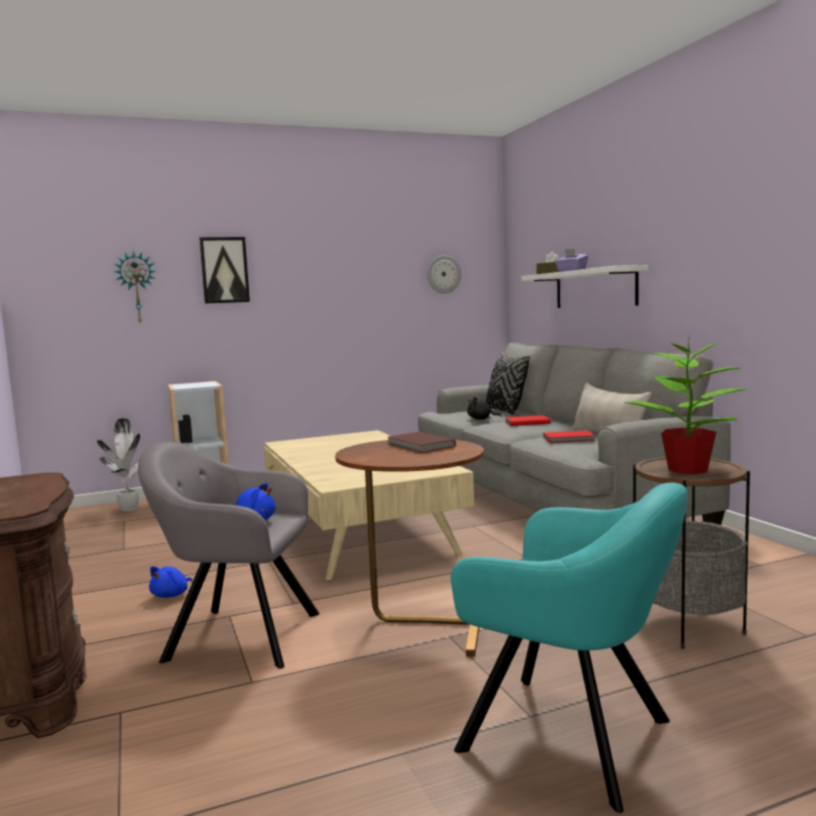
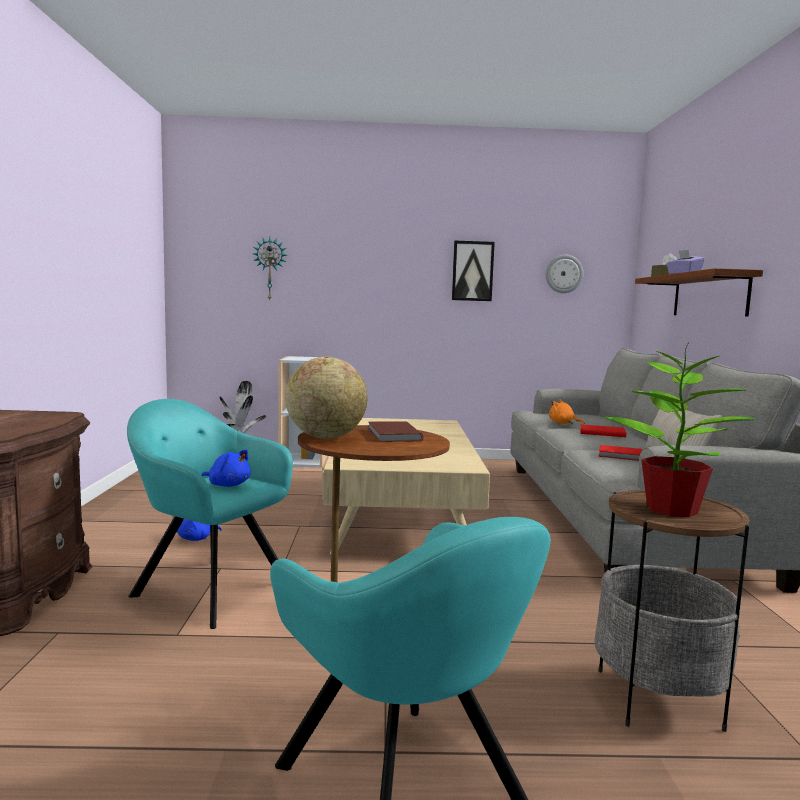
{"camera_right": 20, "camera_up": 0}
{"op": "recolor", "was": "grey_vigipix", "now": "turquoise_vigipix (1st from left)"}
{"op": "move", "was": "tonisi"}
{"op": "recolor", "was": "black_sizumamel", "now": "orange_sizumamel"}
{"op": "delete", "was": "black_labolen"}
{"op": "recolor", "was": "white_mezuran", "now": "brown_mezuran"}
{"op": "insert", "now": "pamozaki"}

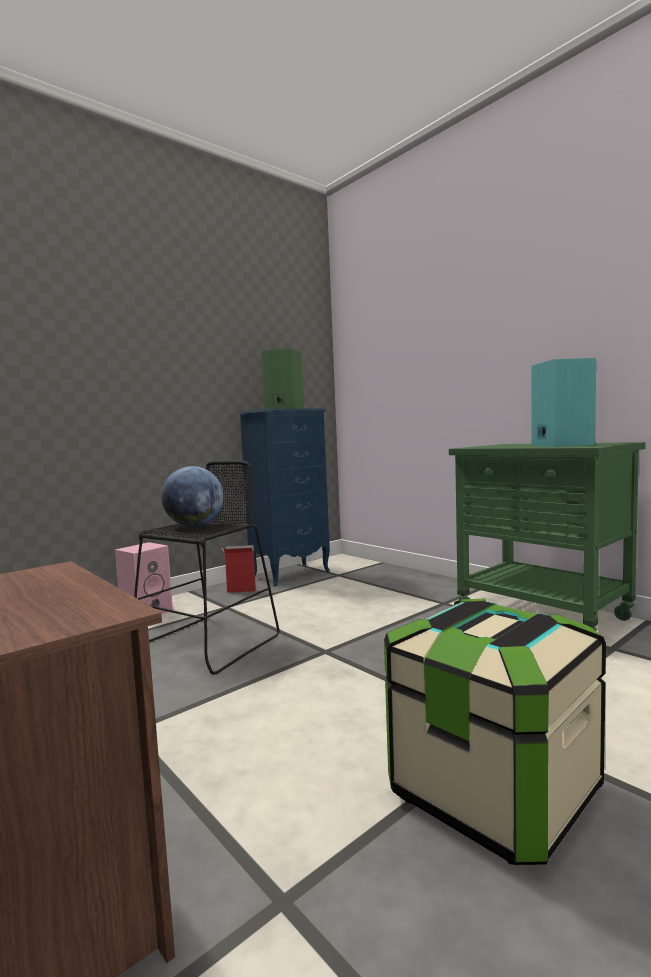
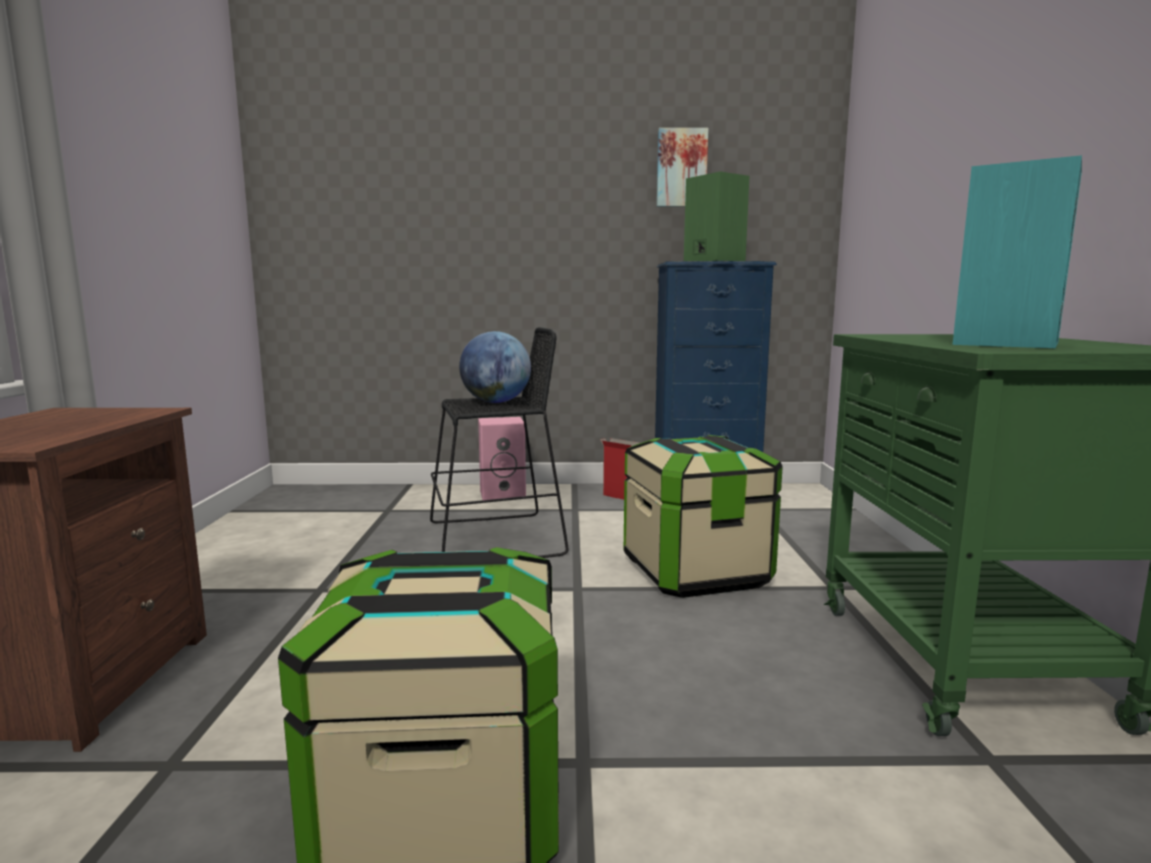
{"camera_right": 40, "camera_up": 5}
{"op": "insert", "now": "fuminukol (2nd from left)"}
{"op": "insert", "now": "tonisi"}

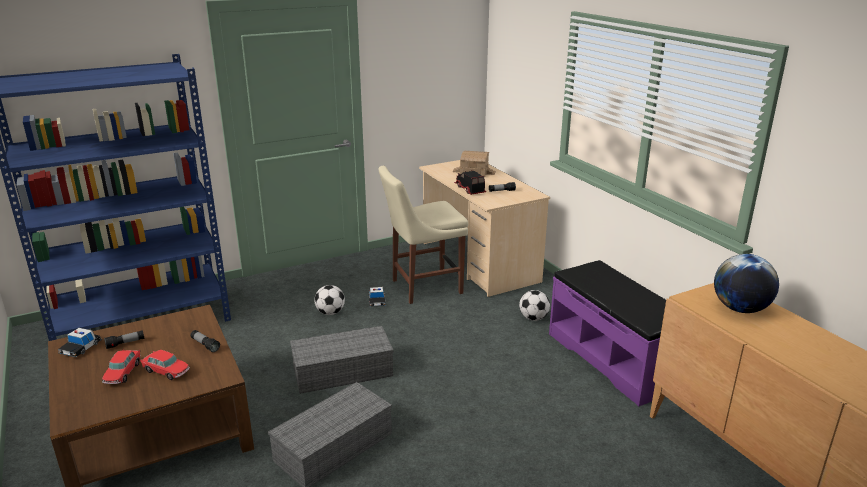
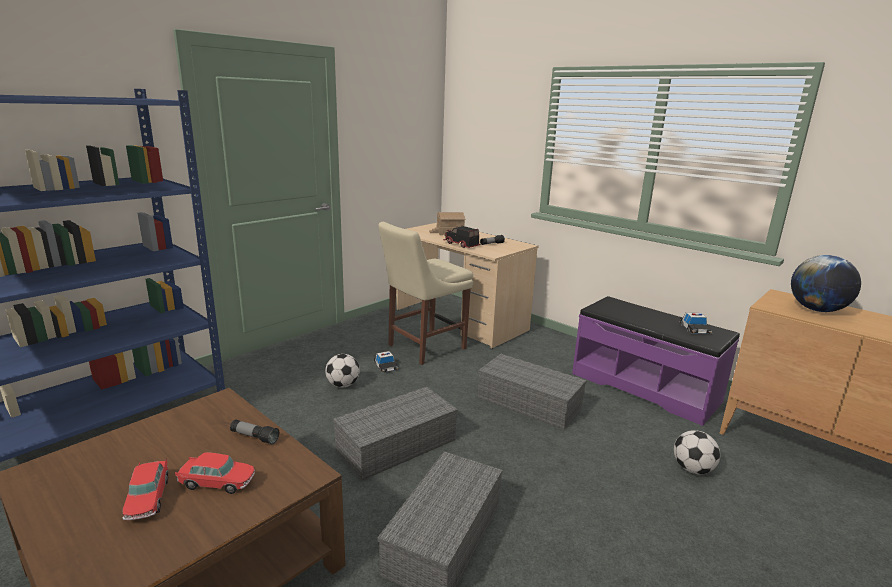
{"camera_right": -20, "camera_up": -5}
{"op": "move", "was": "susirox (1st from left in the first image)", "now": "susirox (4th from left)"}
{"op": "delete", "was": "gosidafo (1st from left)"}
{"op": "move", "was": "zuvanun (2nd from left)"}
{"op": "insert", "now": "grey_fuminukol (3rd from left)"}

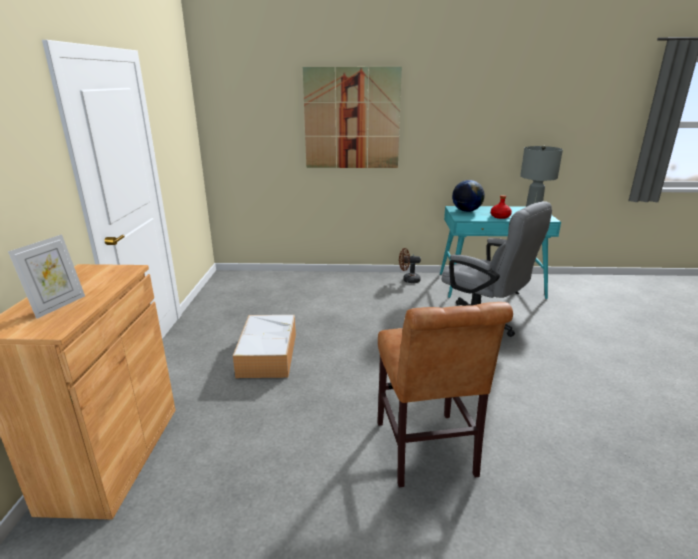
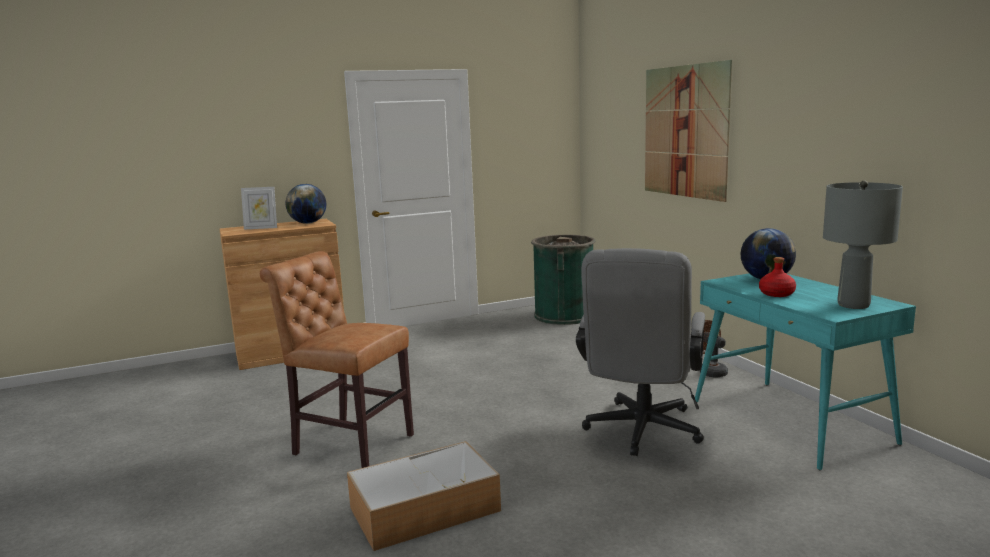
{"camera_right": 65, "camera_up": -10}
{"op": "move", "was": "fuminukol"}
{"op": "rotate", "was": "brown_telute", "clockwise": 60}
{"op": "insert", "now": "pamozaki (1st from left)"}
{"op": "insert", "now": "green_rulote"}

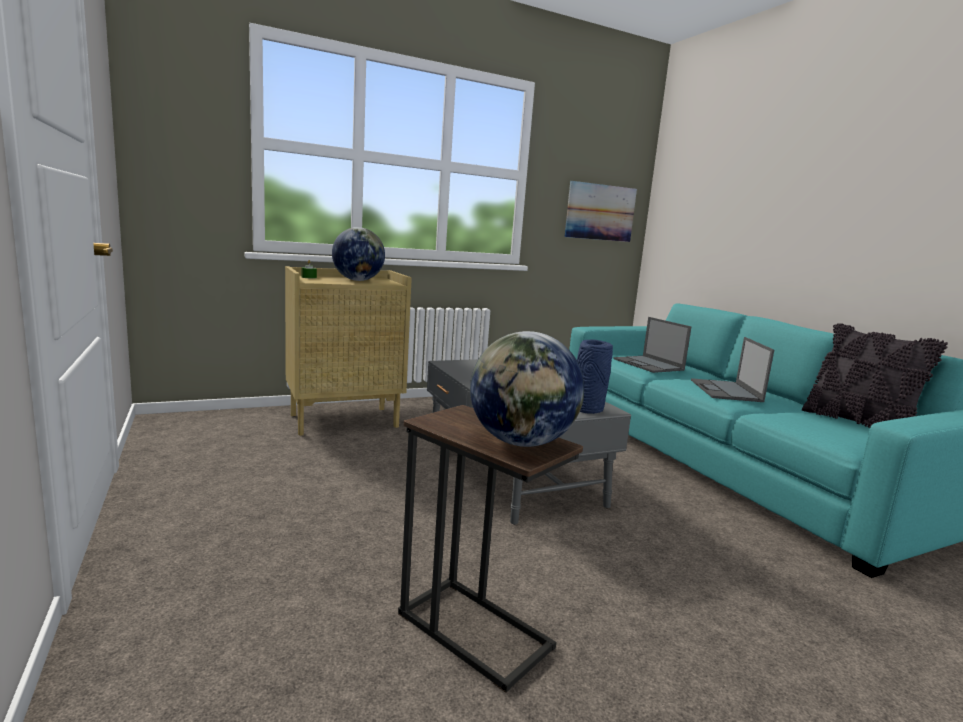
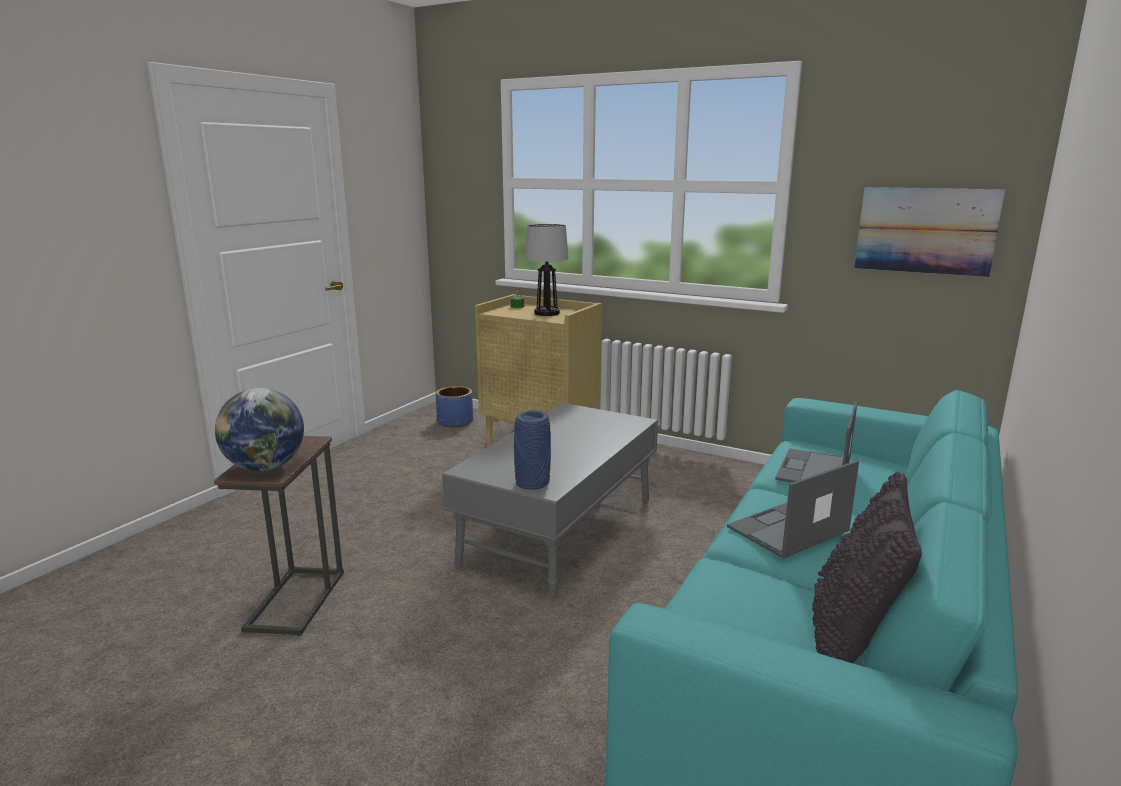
{"camera_right": 55, "camera_up": 5}
{"op": "replace", "was": "pamozaki (1st from left)", "now": "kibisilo"}
{"op": "insert", "now": "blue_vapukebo"}

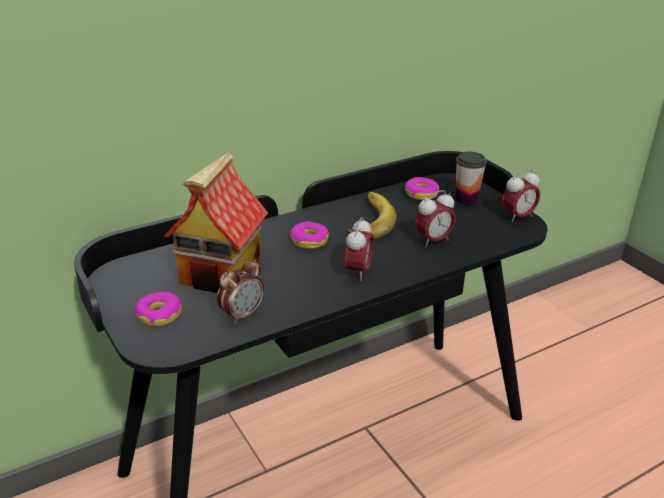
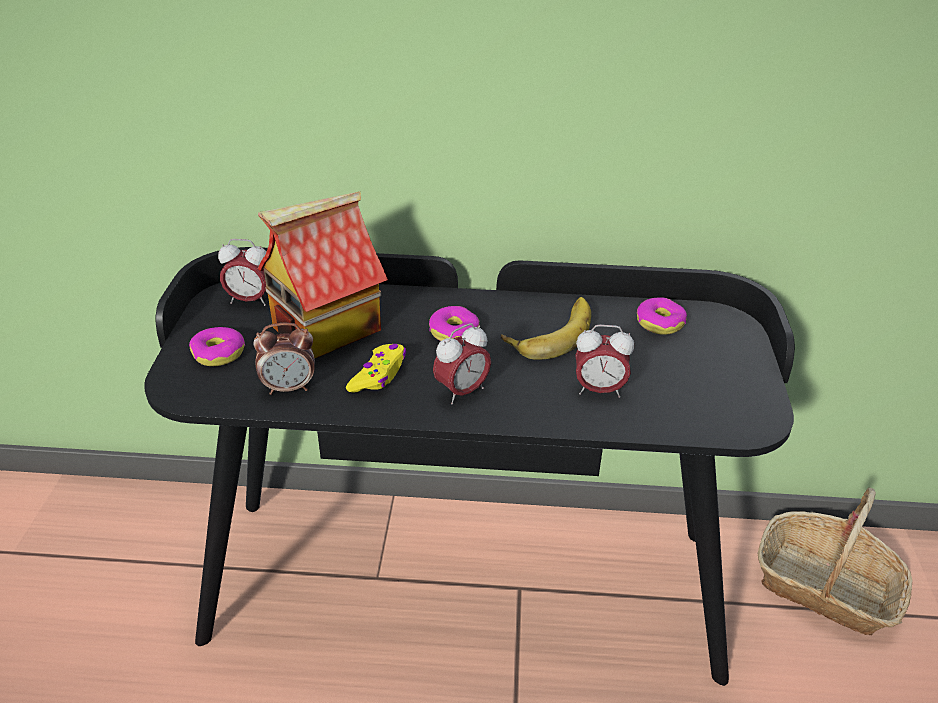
{"camera_right": 35, "camera_up": 5}
{"op": "delete", "was": "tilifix"}
{"op": "move", "was": "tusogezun (4th from left in the first image)", "now": "tusogezun (1st from left)"}
{"op": "insert", "now": "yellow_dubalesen"}
{"op": "insert", "now": "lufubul"}

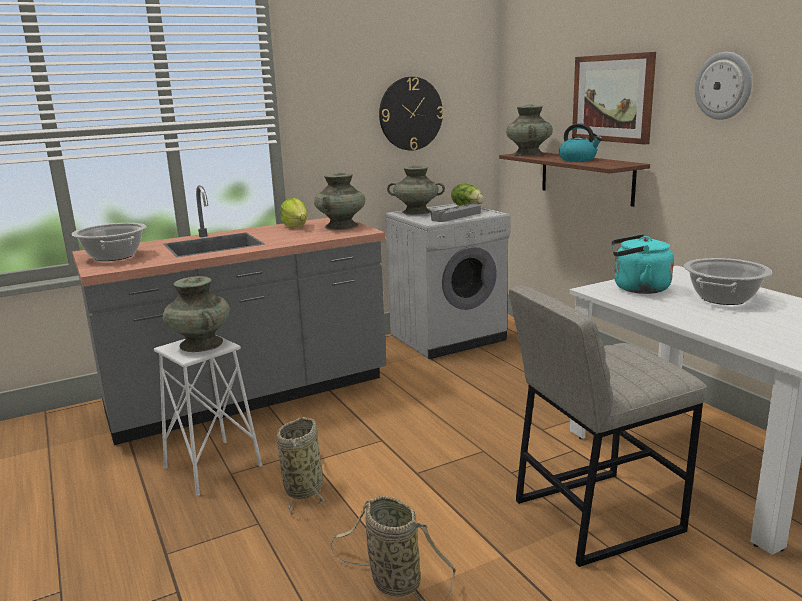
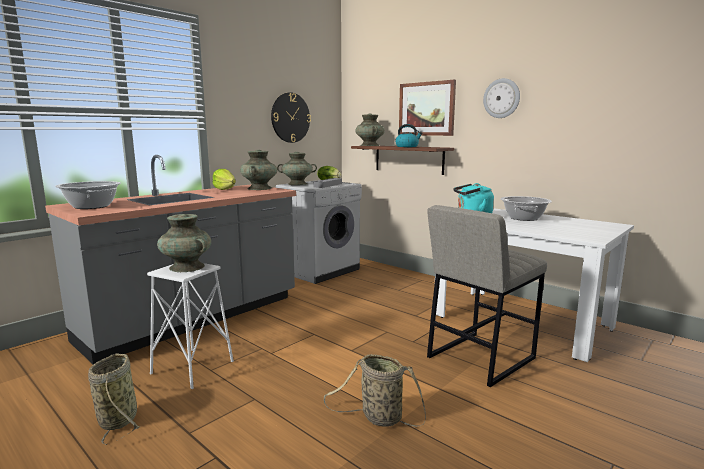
{"camera_right": -20, "camera_up": -5}
{"op": "move", "was": "lufubul (1st from left)"}

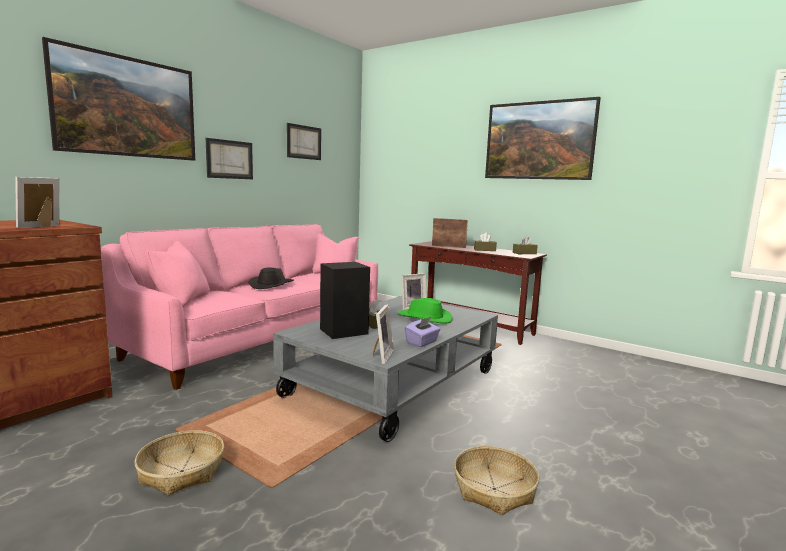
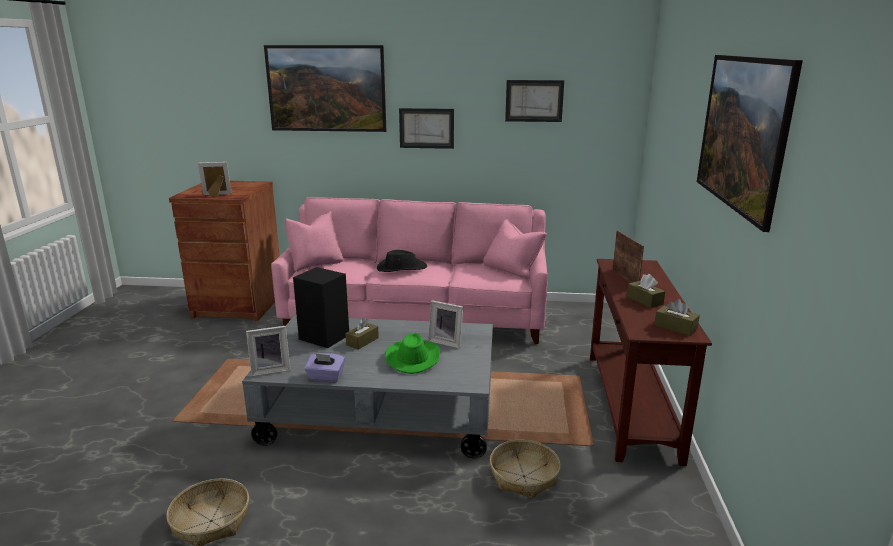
{"camera_right": 60, "camera_up": 10}
{"op": "move", "was": "lufubul (1st from left in the first image)", "now": "lufubul (2nd from left)"}

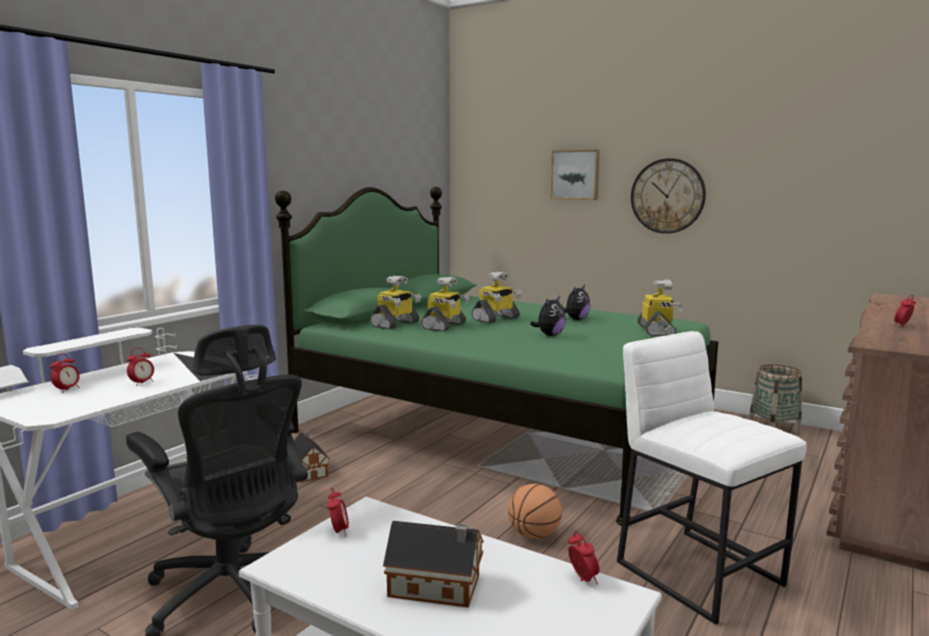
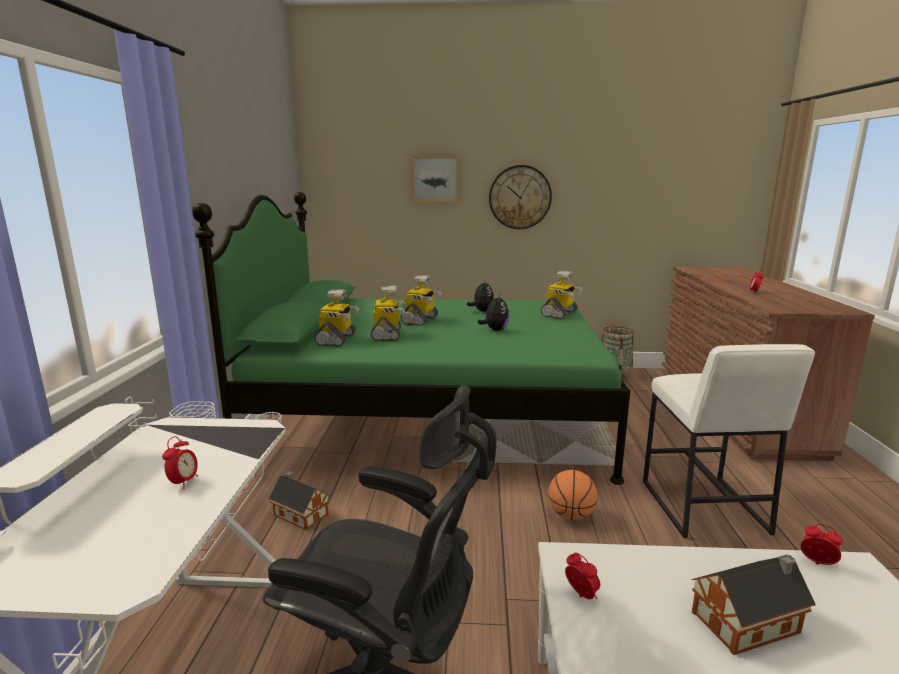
{"camera_right": -30, "camera_up": 5}
{"op": "delete", "was": "tusogezun (1st from left)"}
{"op": "rotate", "was": "white_telute", "clockwise": -120}
{"op": "rotate", "was": "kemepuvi (4th from left)", "clockwise": 60}

